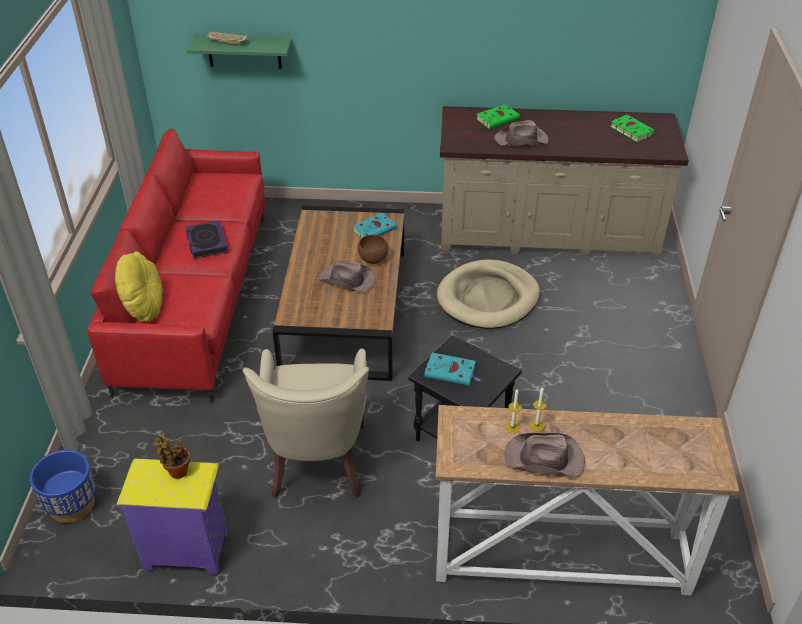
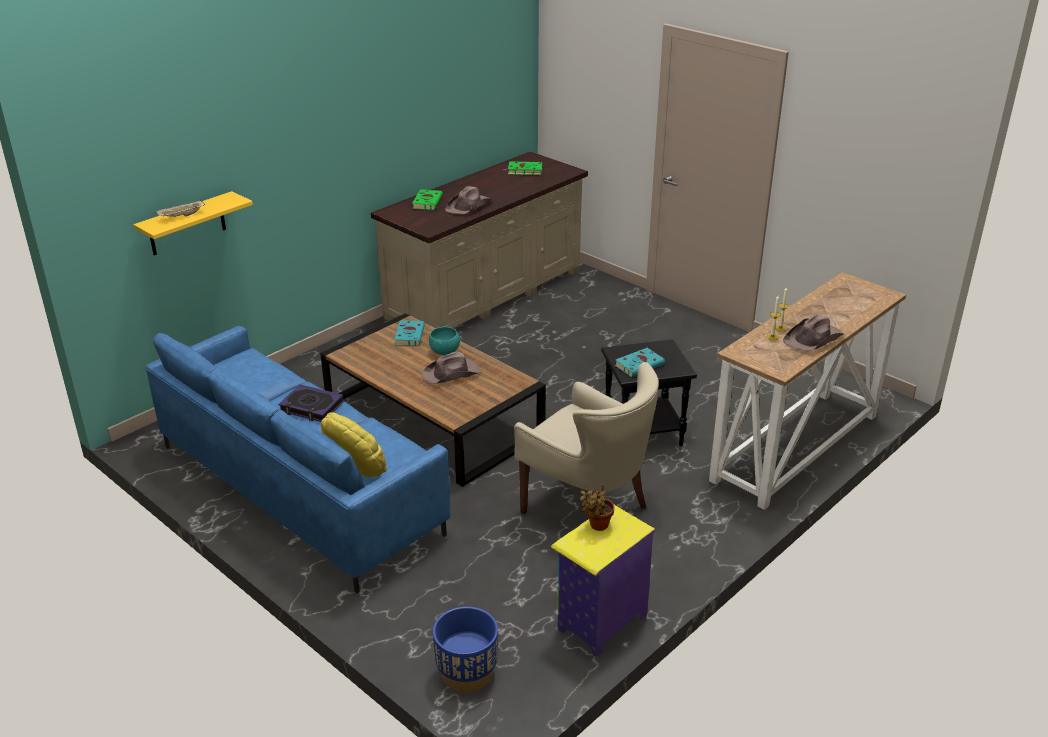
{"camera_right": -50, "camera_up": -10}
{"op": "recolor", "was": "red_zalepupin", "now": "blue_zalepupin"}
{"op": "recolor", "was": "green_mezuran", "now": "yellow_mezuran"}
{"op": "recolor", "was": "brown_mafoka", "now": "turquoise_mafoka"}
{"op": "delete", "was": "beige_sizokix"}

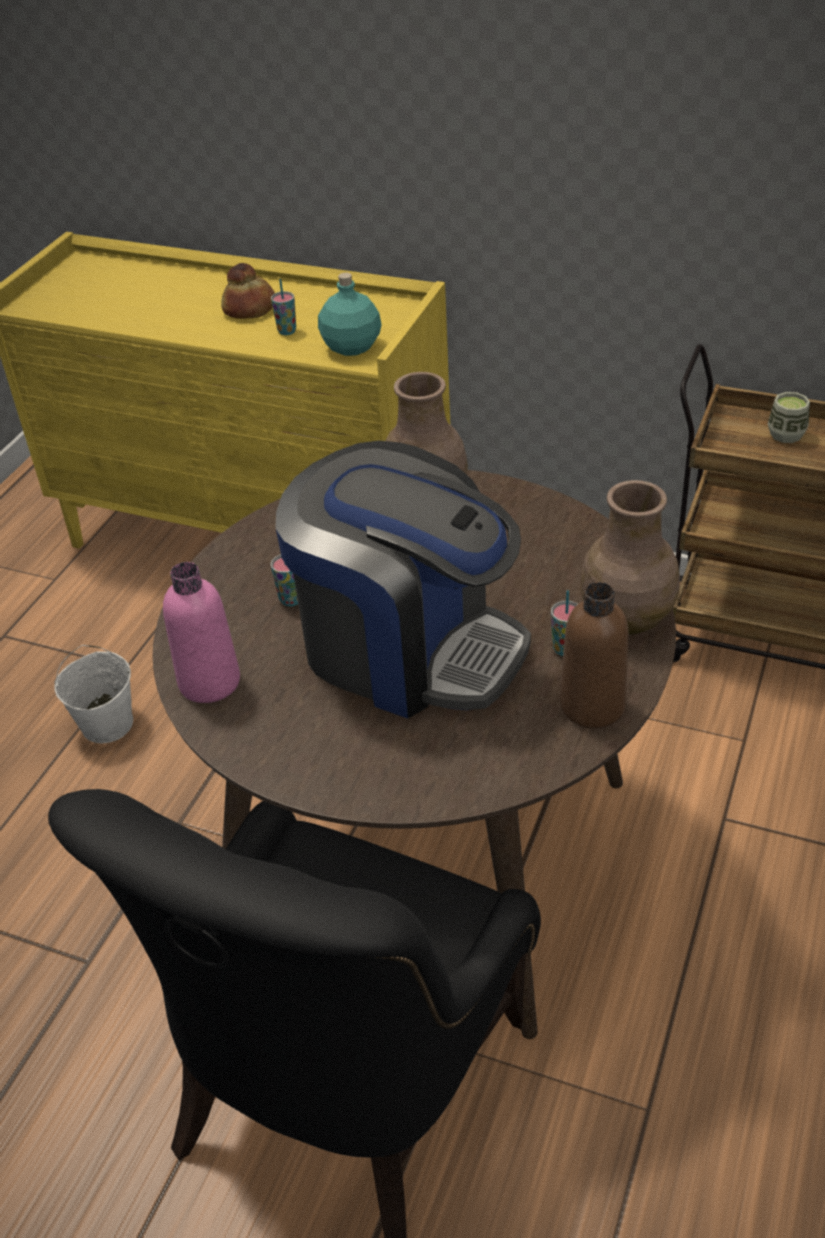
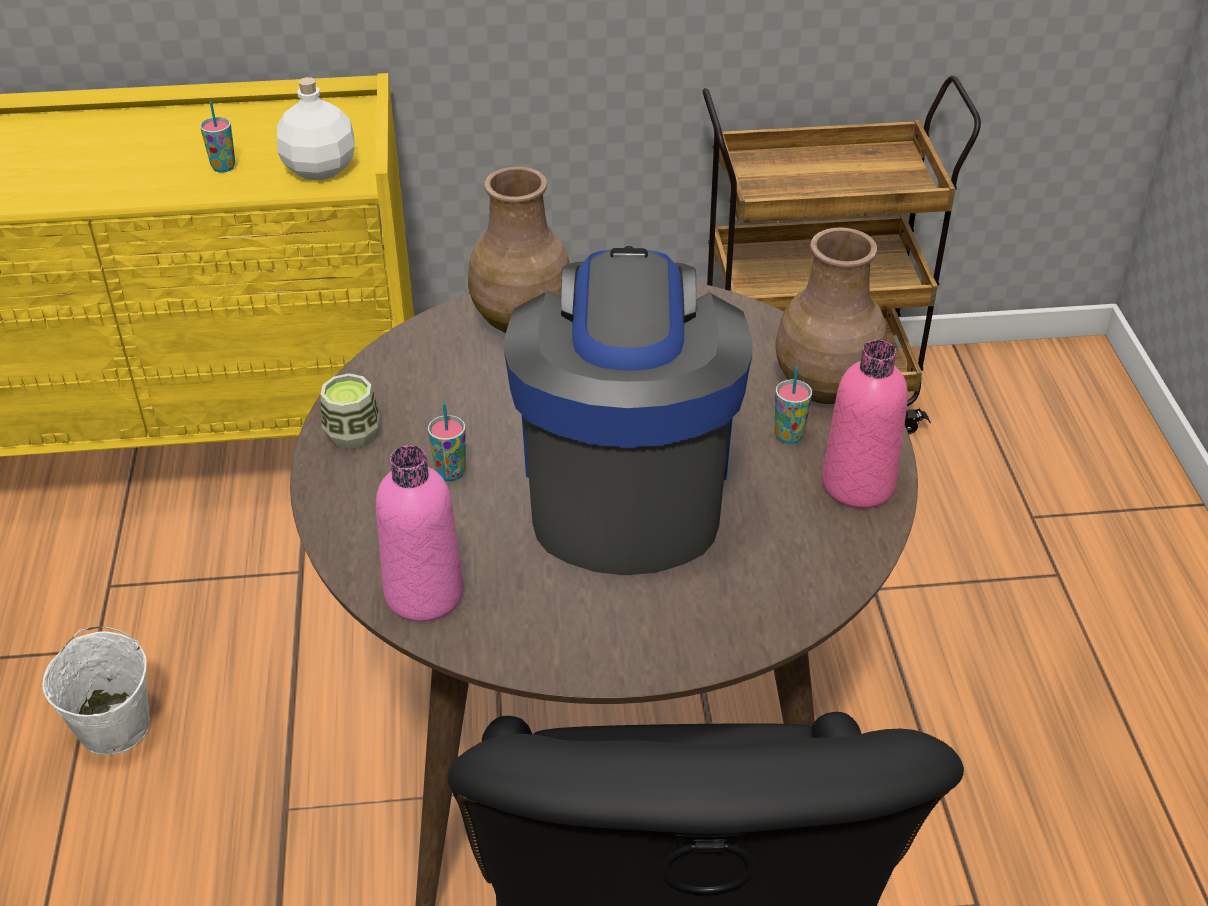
{"camera_right": -30, "camera_up": 0}
{"op": "delete", "was": "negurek"}
{"op": "rotate", "was": "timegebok", "clockwise": -90}
{"op": "recolor", "was": "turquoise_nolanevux", "now": "white_nolanevux"}
{"op": "recolor", "was": "brown_nolanevux", "now": "pink_nolanevux (2nd from left)"}
{"op": "move", "was": "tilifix (4th from left in the first image)", "now": "tilifix (2nd from left)"}

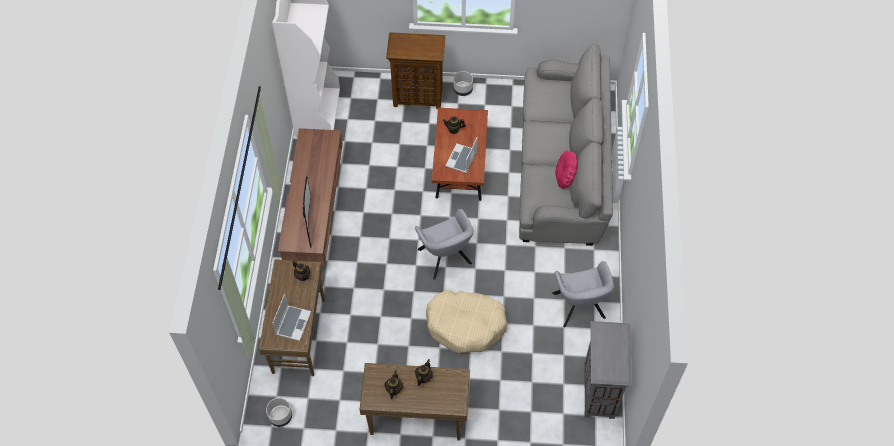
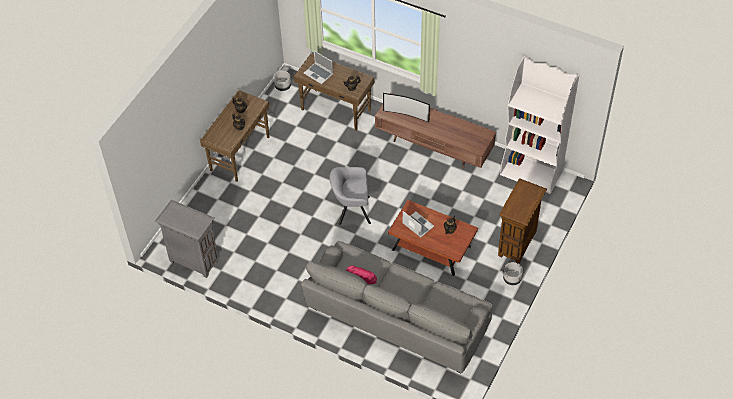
{"camera_right": 115, "camera_up": -5}
{"op": "delete", "was": "beige_sizokix"}
{"op": "delete", "was": "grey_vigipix (2nd from left)"}

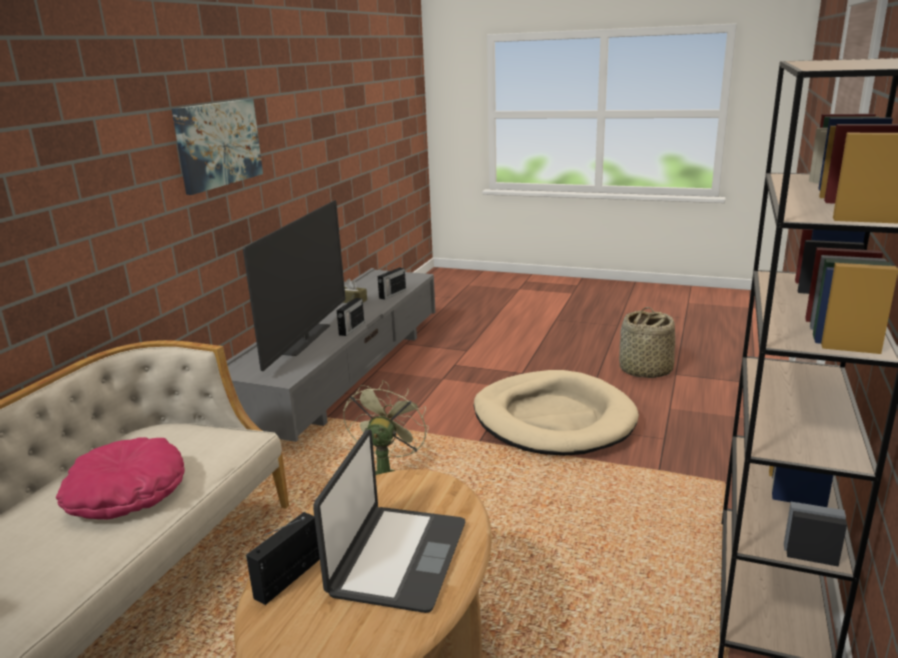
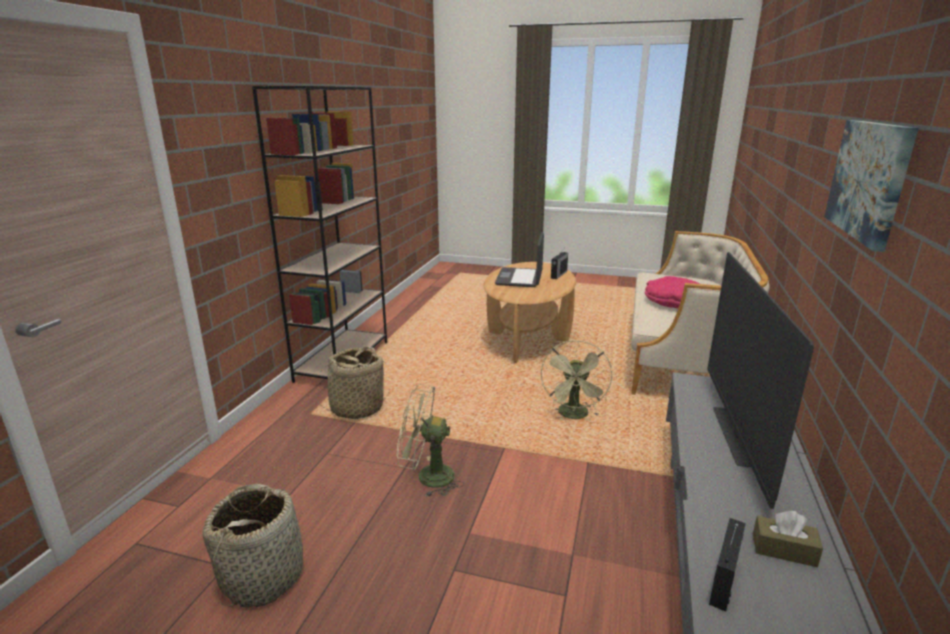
{"camera_right": 175, "camera_up": 0}
{"op": "delete", "was": "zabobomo (2nd from left)"}
{"op": "replace", "was": "beige_sizokix", "now": "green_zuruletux (1st from left)"}
{"op": "insert", "now": "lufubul (2nd from left)"}

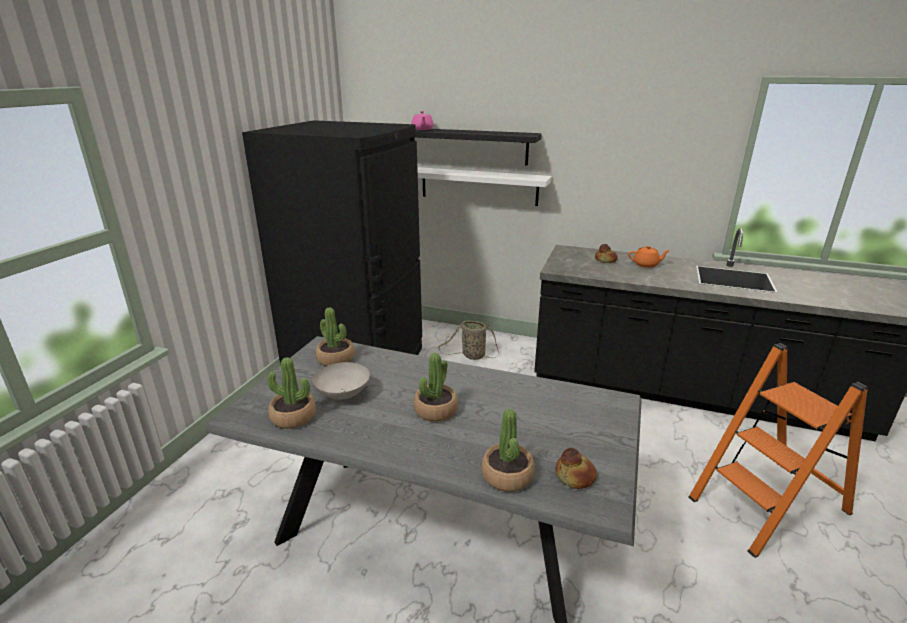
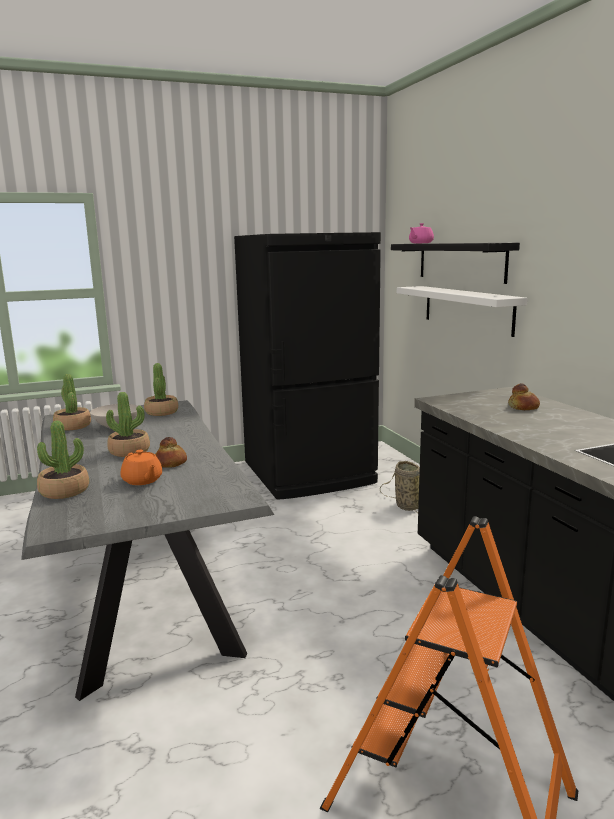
{"camera_right": 50, "camera_up": -10}
{"op": "move", "was": "negurek (1st from left)"}
{"op": "move", "was": "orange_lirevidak"}

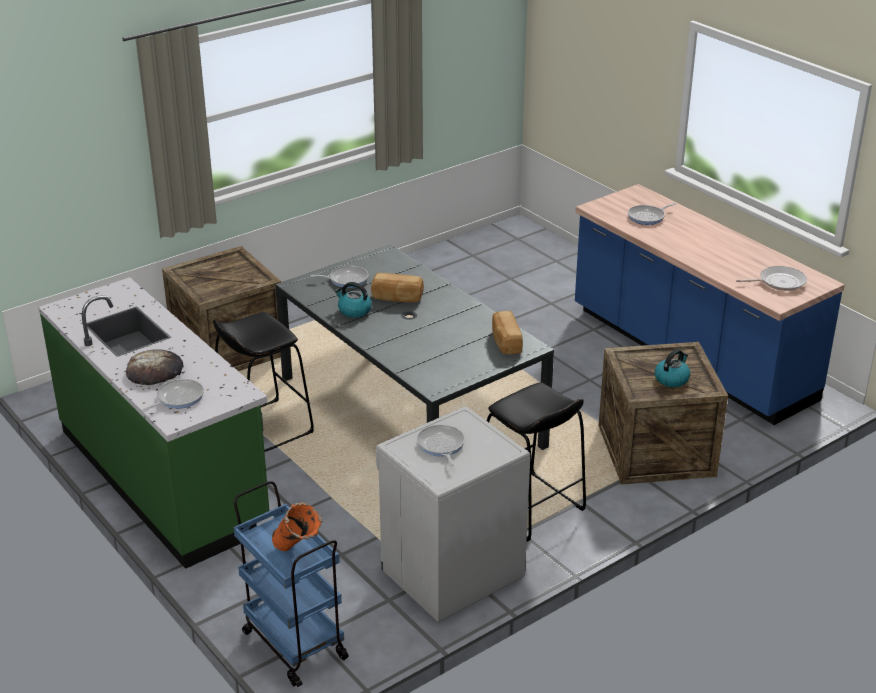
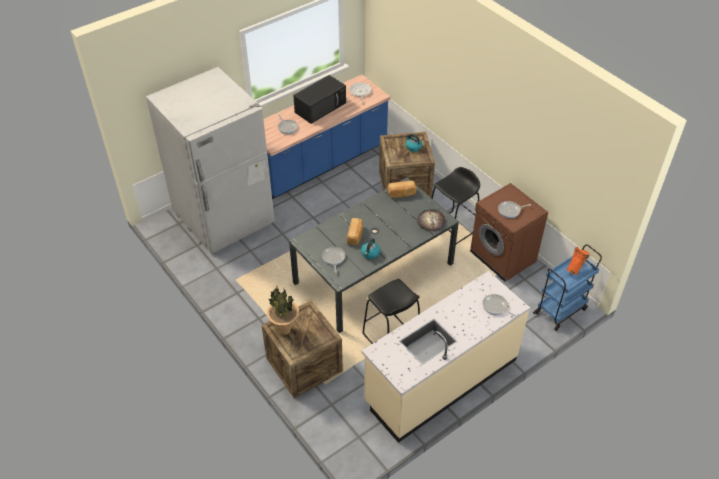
{"camera_right": -90, "camera_up": 15}
{"op": "recolor", "was": "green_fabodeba", "now": "beige_fabodeba"}
{"op": "move", "was": "negurek (1st from left in the first image)", "now": "negurek (3rd from left)"}
{"op": "recolor", "was": "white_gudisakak", "now": "brown_gudisakak"}
{"op": "insert", "now": "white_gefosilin"}
{"op": "insert", "now": "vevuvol"}
{"op": "insert", "now": "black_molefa"}

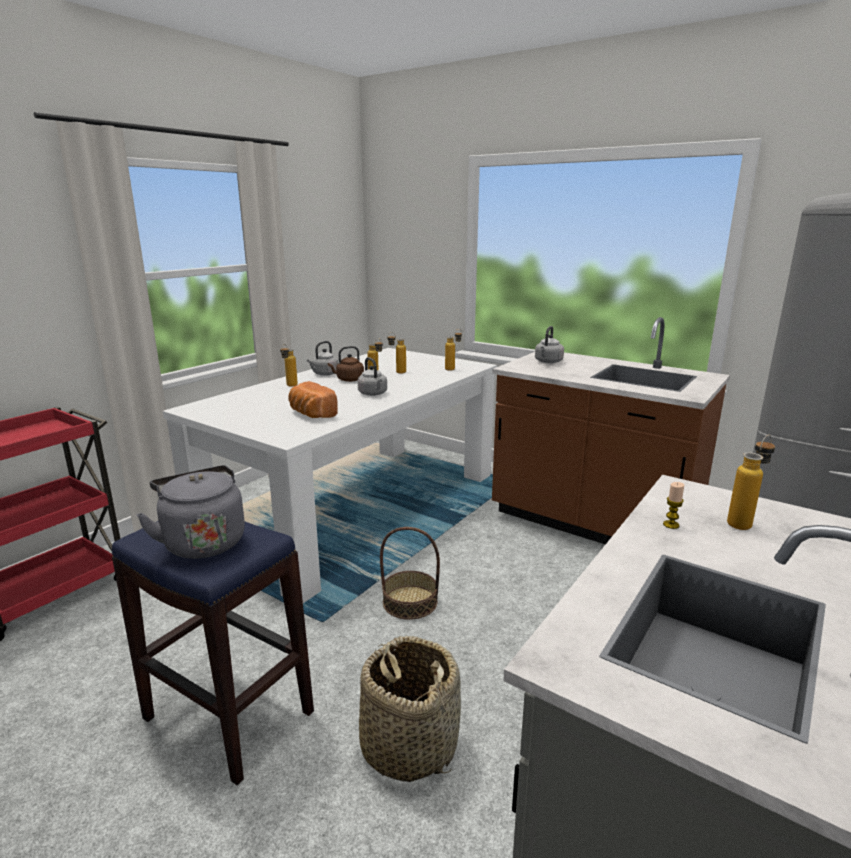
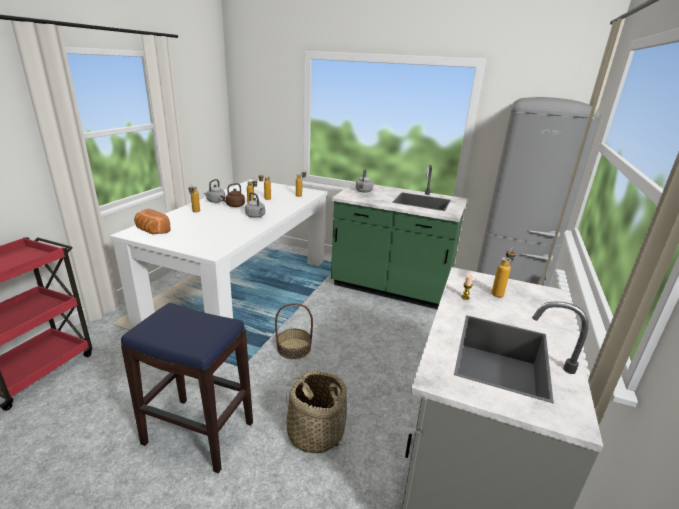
{"camera_right": -15, "camera_up": 5}
{"op": "delete", "was": "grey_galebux (1st from left)"}
{"op": "move", "was": "negurek"}
{"op": "recolor", "was": "brown_fabodeba", "now": "green_fabodeba"}

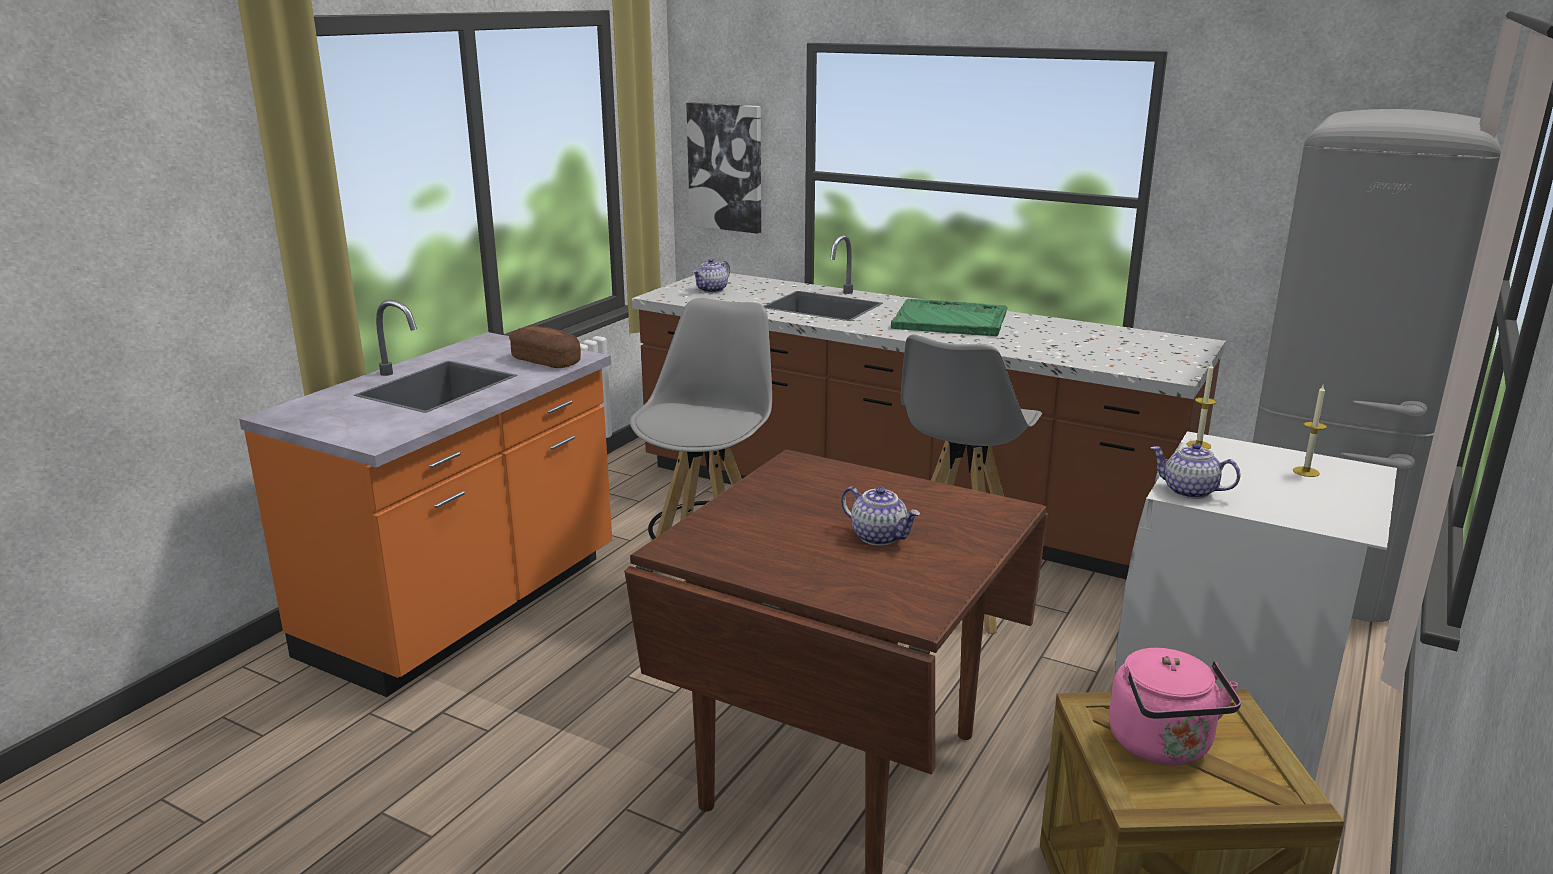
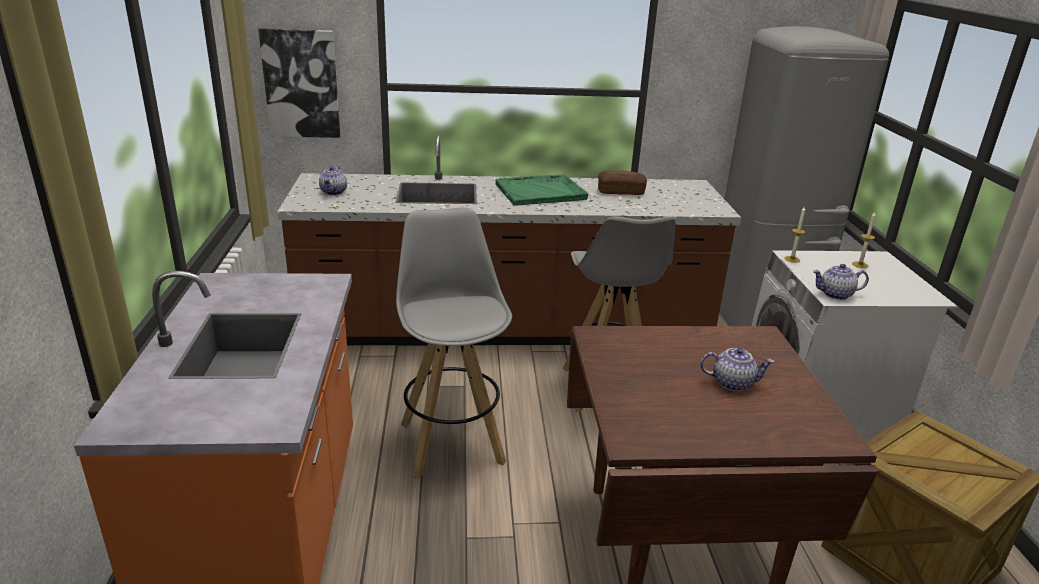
{"camera_right": -35, "camera_up": 5}
{"op": "move", "was": "negurek"}
{"op": "delete", "was": "pink_galebux"}

